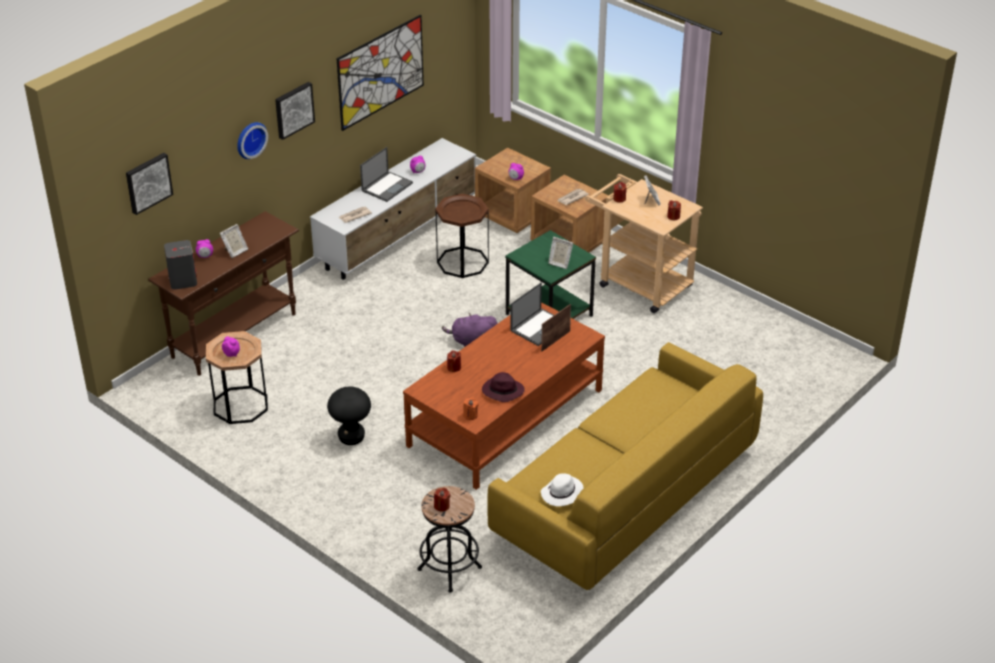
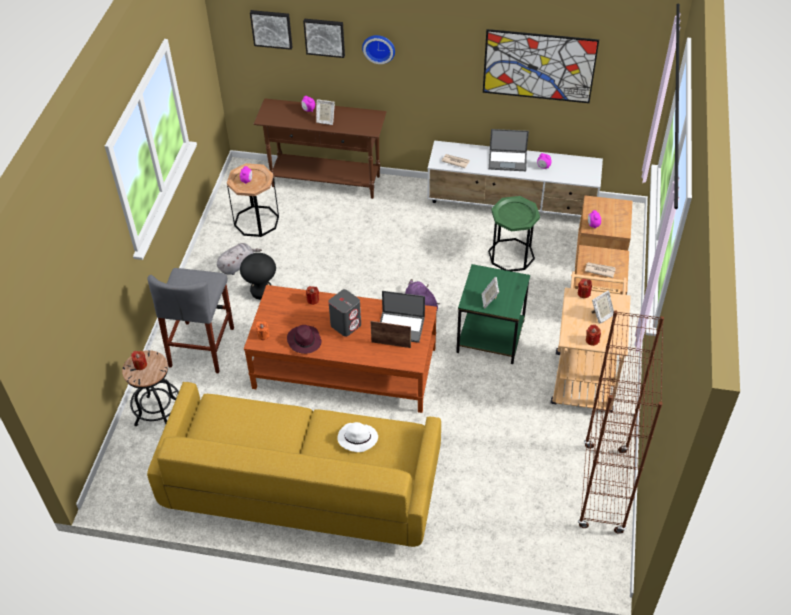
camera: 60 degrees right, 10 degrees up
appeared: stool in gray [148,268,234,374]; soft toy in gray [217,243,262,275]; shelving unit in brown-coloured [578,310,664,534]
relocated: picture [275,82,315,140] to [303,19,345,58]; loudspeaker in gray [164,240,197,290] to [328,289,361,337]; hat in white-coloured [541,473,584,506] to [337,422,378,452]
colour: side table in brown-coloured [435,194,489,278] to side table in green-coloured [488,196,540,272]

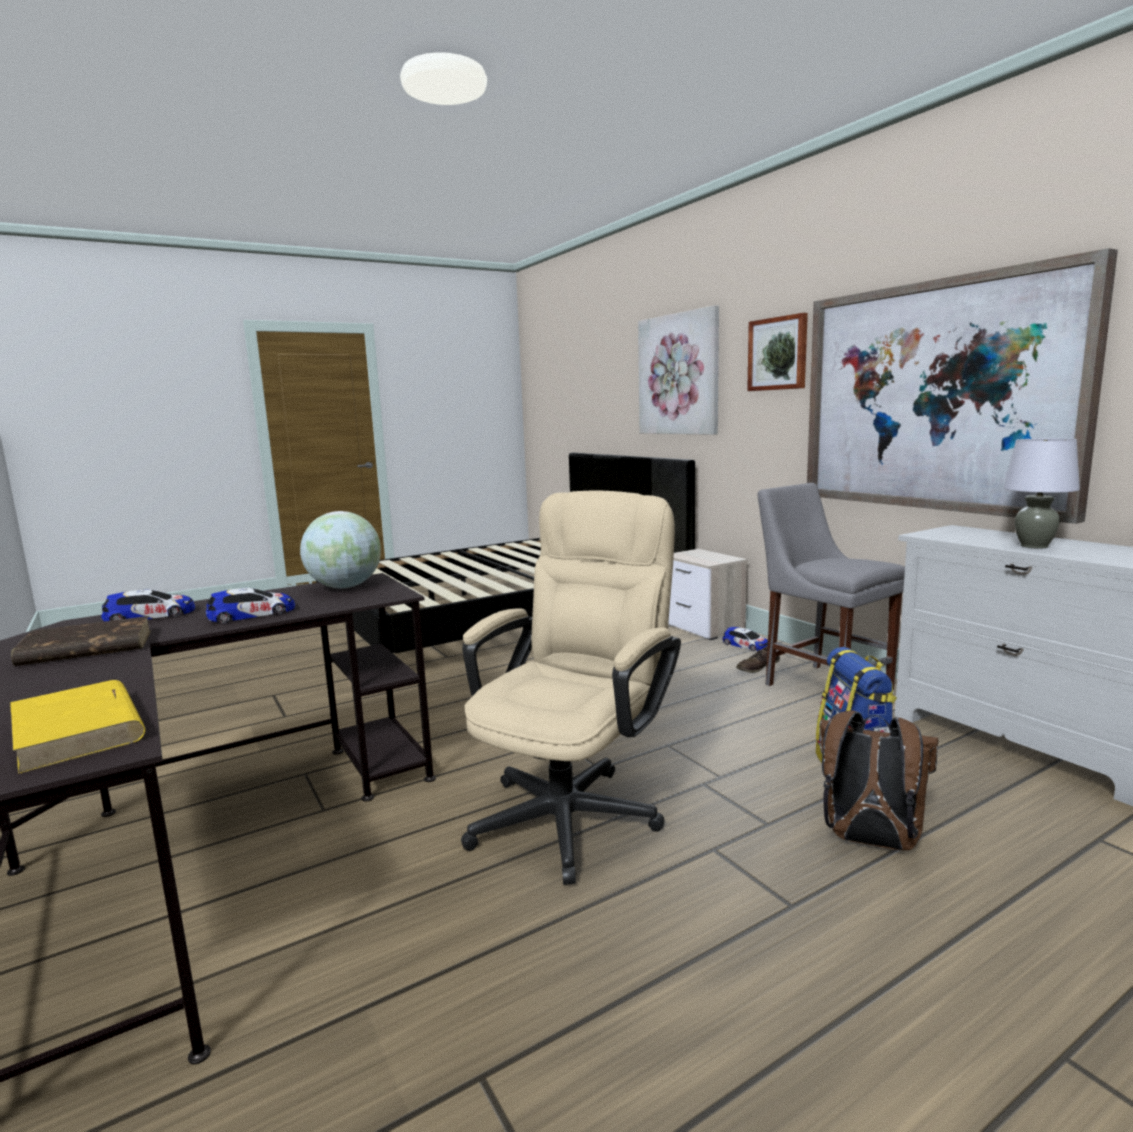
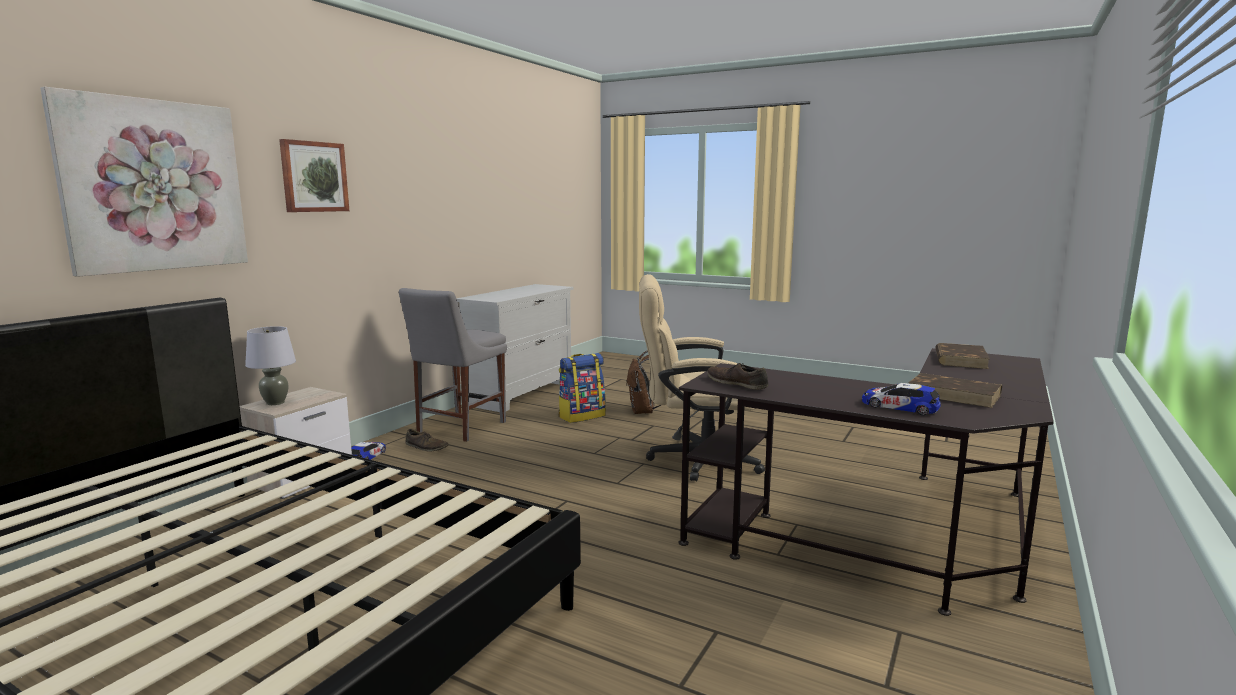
camera: 120 degrees left, 0 degrees up
missing: toy car [206,588,295,624]; picture [807,248,1118,524]
relocated: tabletop lamp in gray [1003,438,1080,549] to [245,326,296,405]
exchanged: desk globe [300,511,381,588] to shoe in brown-coloured [707,362,768,390]
colour: book in yellow-coloured [10,680,145,774] to book in brown-coloured [936,343,990,369]

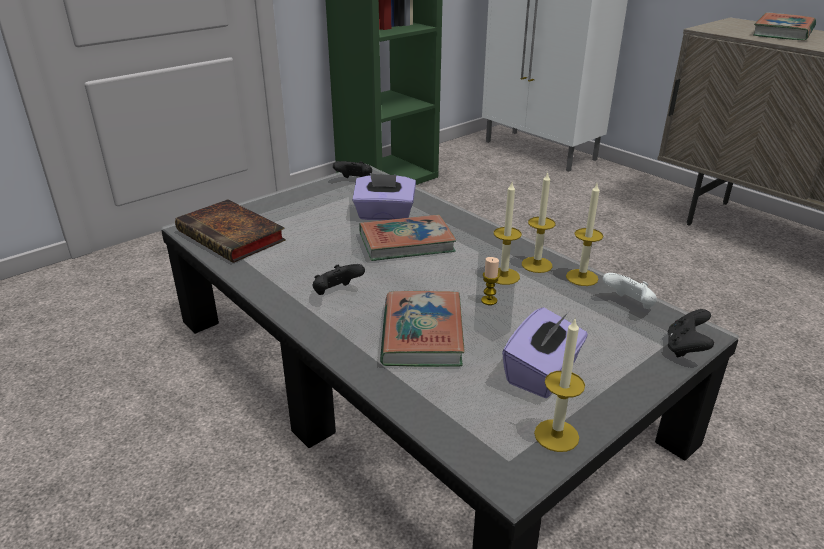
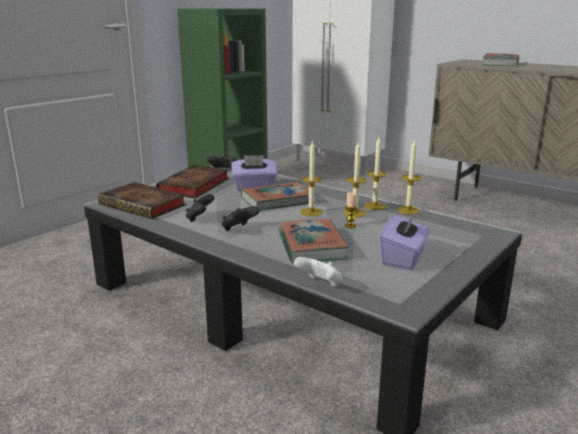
camera: 10 degrees left, 10 degrees down
appeared: book [156,165,229,199]
relocated: joypad in black [667,309,714,358] to [186,194,214,222]; joypad in white-coloured [603,273,657,309] to [294,257,342,287]; candle [534,317,585,452] to [300,140,323,216]

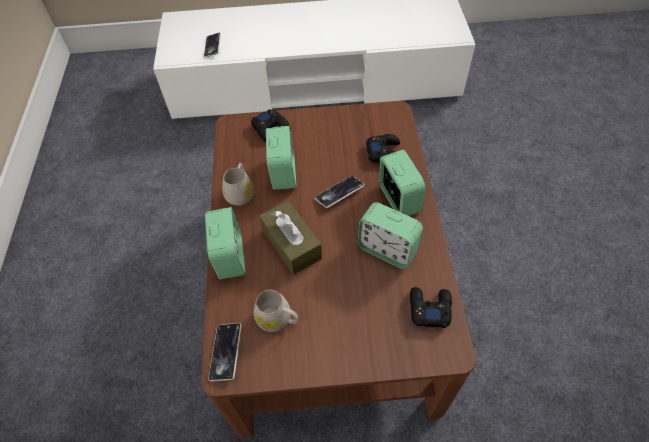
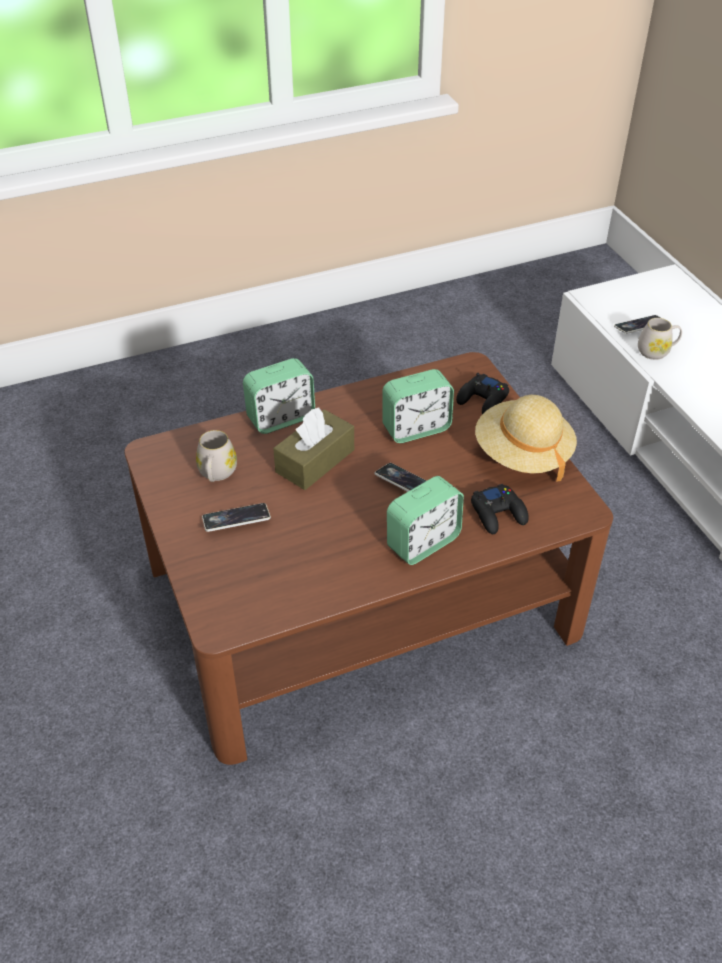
camera: 70 degrees right, 10 degrees down
missing: table clock [357,202,423,269]; joypad in black [410,287,452,328]
appeared: hat in beige-coloured [475,395,577,482]
relocated: telephone [208,323,242,381] to [202,503,271,532]; tea mug in white-coloured [222,163,254,206] to [638,318,682,360]

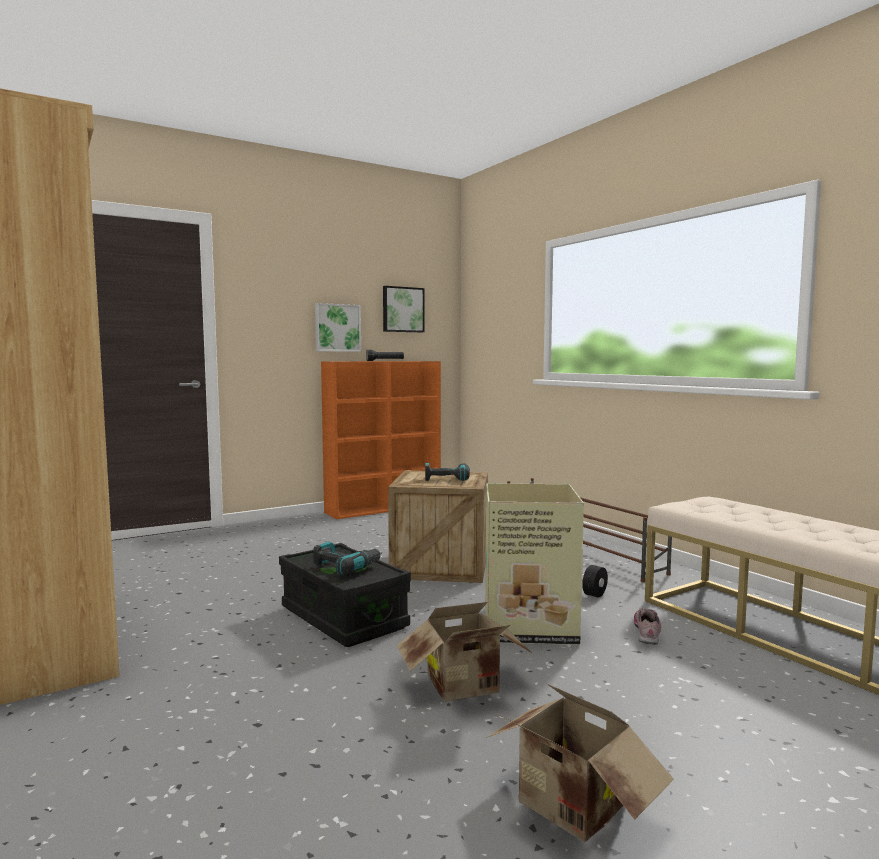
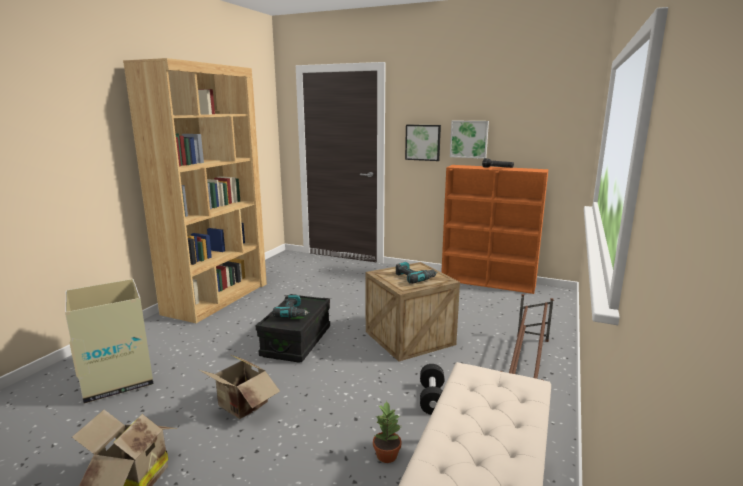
camera: 55 degrees right, 10 degrees up
relocated: cardboard box [485,483,584,645] to [65,279,154,404]; picture [383,286,425,332] to [405,125,441,161]
exchanged: shoe [634,608,661,645] to plant in a pot [373,401,402,463]

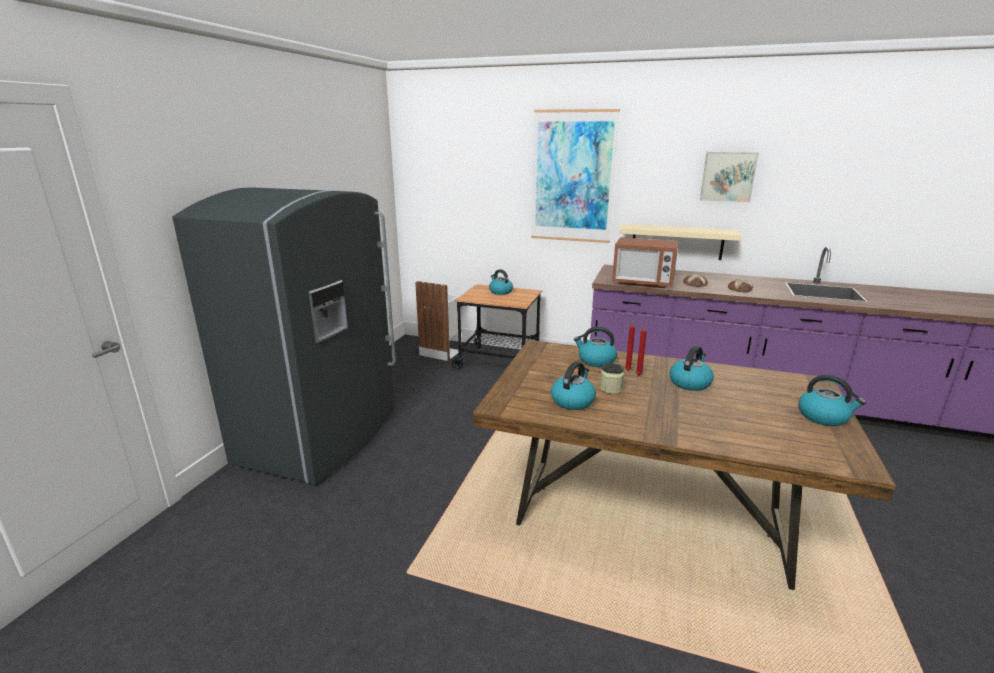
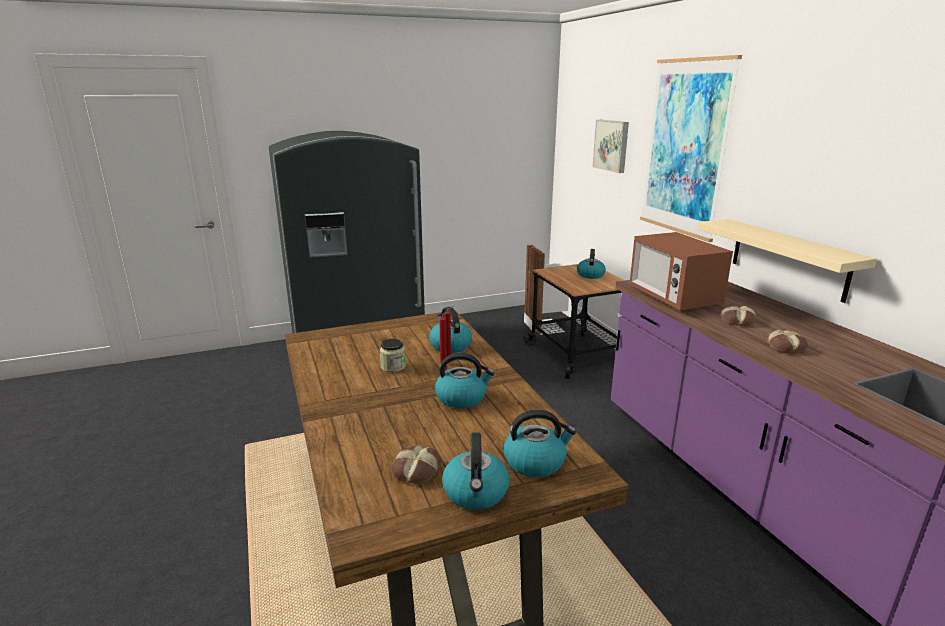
camera: 50 degrees right, 0 degrees up
appeared: bakery bread [391,445,441,484]
relocated: kettle [551,361,596,410] to [504,410,576,477]; picture [700,152,759,202] to [592,120,629,173]

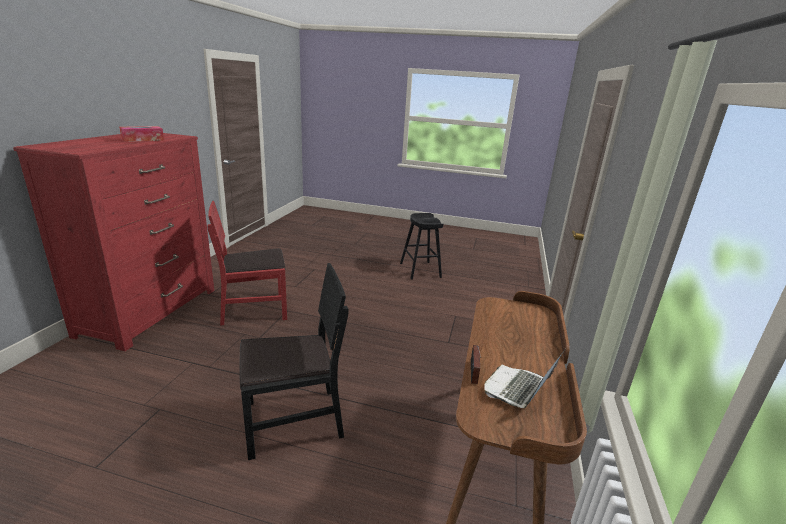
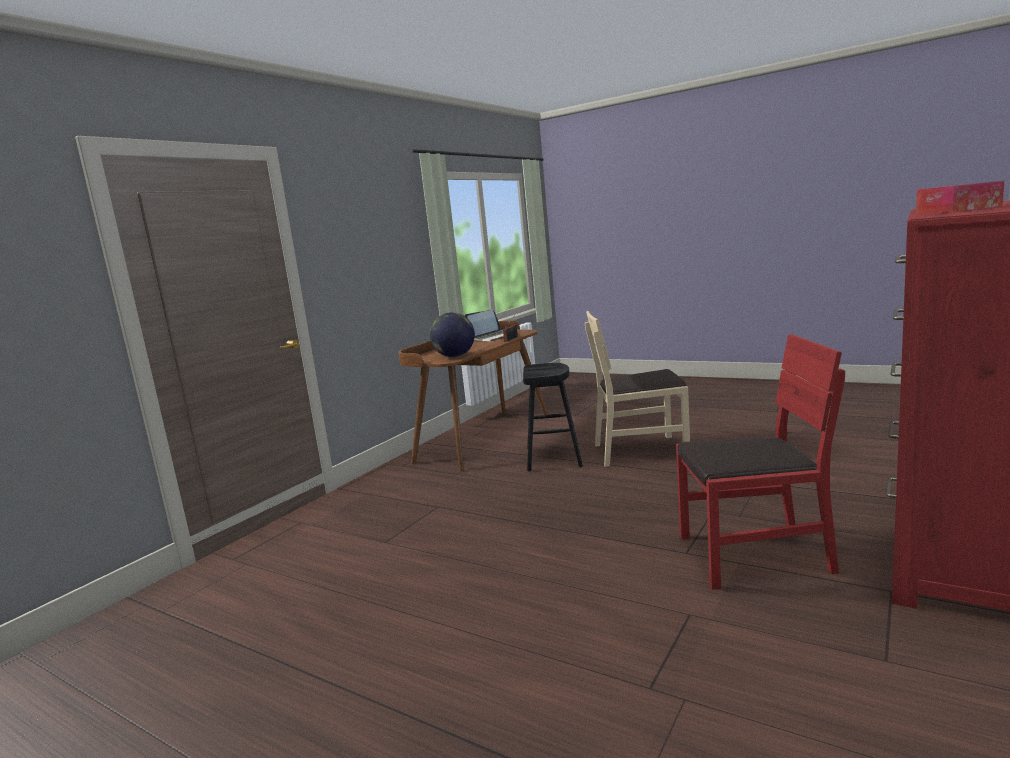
camera: 160 degrees left, 10 degrees down
appeared: desk globe [430,312,475,357]
relocated: stool in black [400,213,443,280] to [523,363,583,471]
colour: upright chair in black [239,263,349,460] to upright chair in beige-coloured [585,311,690,467]

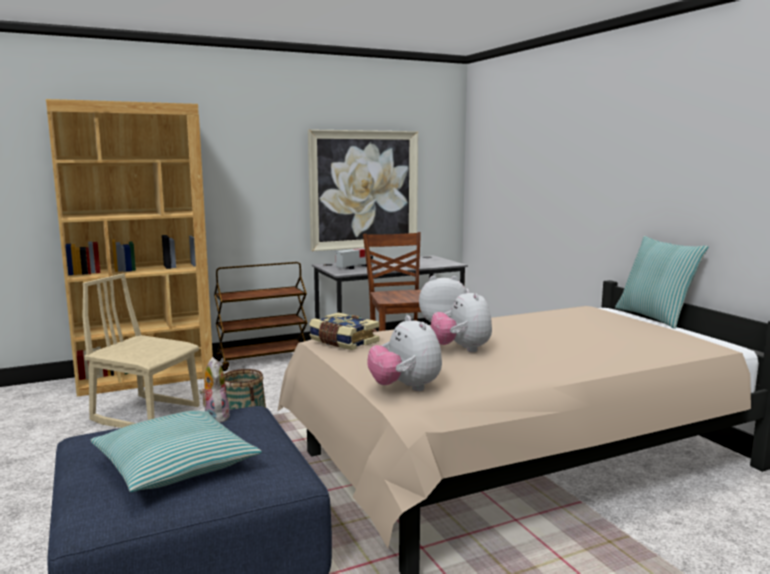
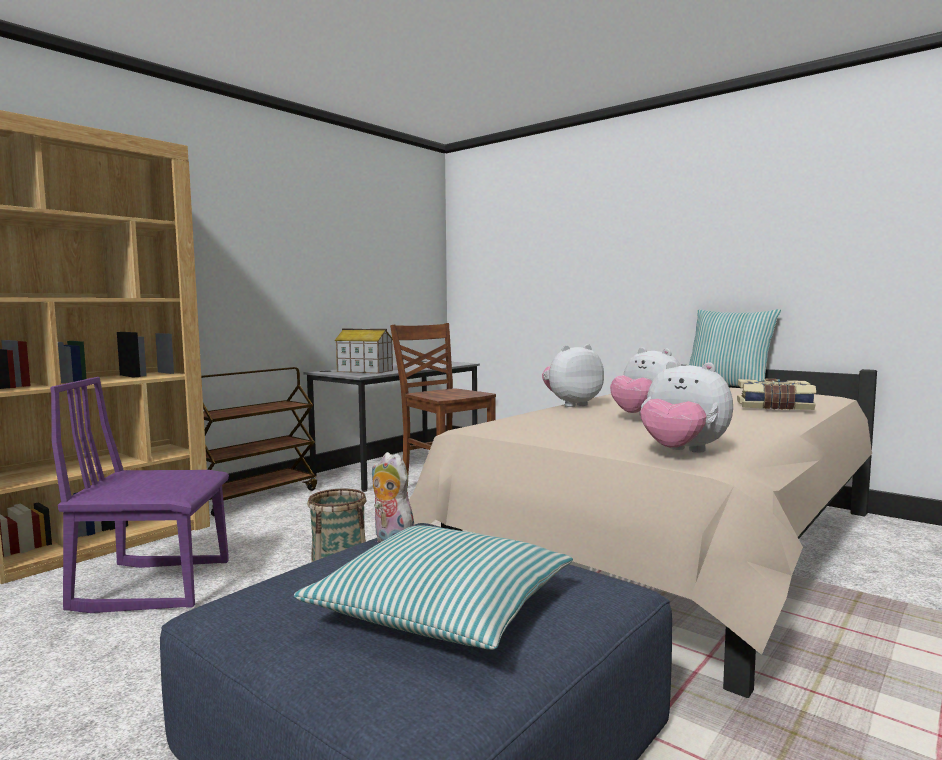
camera: 25 degrees left, 5 degrees down
missing: picture [308,129,418,251]
relocated: book [309,312,379,350] to [737,379,816,410]
exchanged: toy truck [336,248,373,270] to miniature house [335,328,393,373]
colour: upright chair in beige-coloured [82,273,200,428] to upright chair in purple-coloured [50,377,229,613]

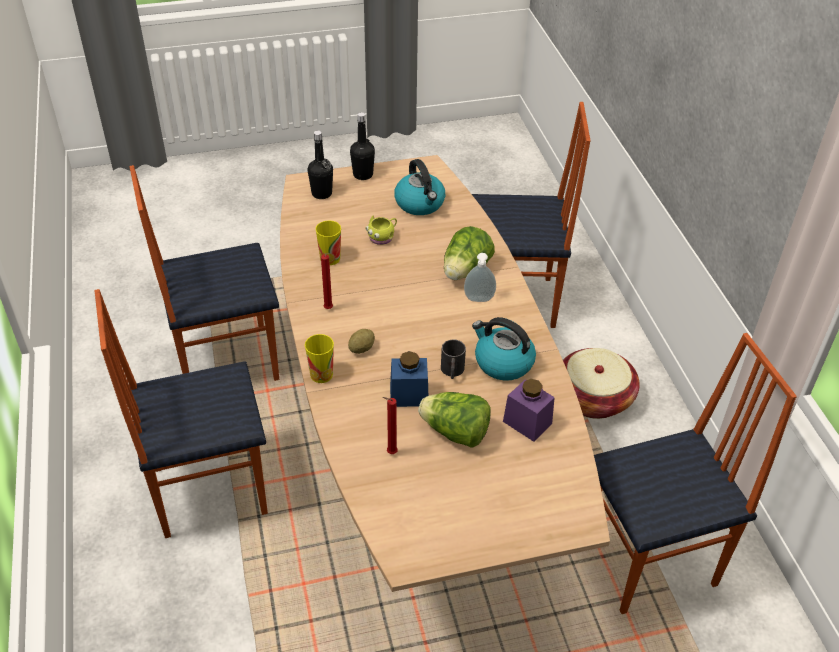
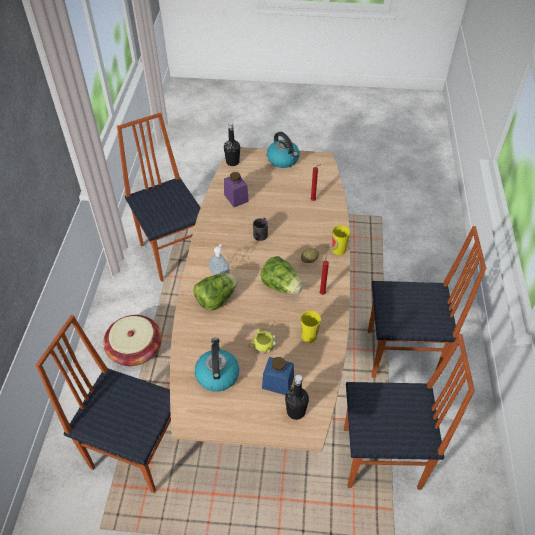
camera: 160 degrees left, 5 degrees up
relocated: beverage bottle in black [350,112,375,180] to [224,122,240,166]; head of lettuce [418,392,491,448] to [261,256,303,294]; jar in bluish [390,351,428,407] to [262,357,294,395]; kettle [472,317,536,381] to [267,132,300,168]
spun: upright chair [594,333,797,614] = [117,113,201,282] 60 degrees clockwise

